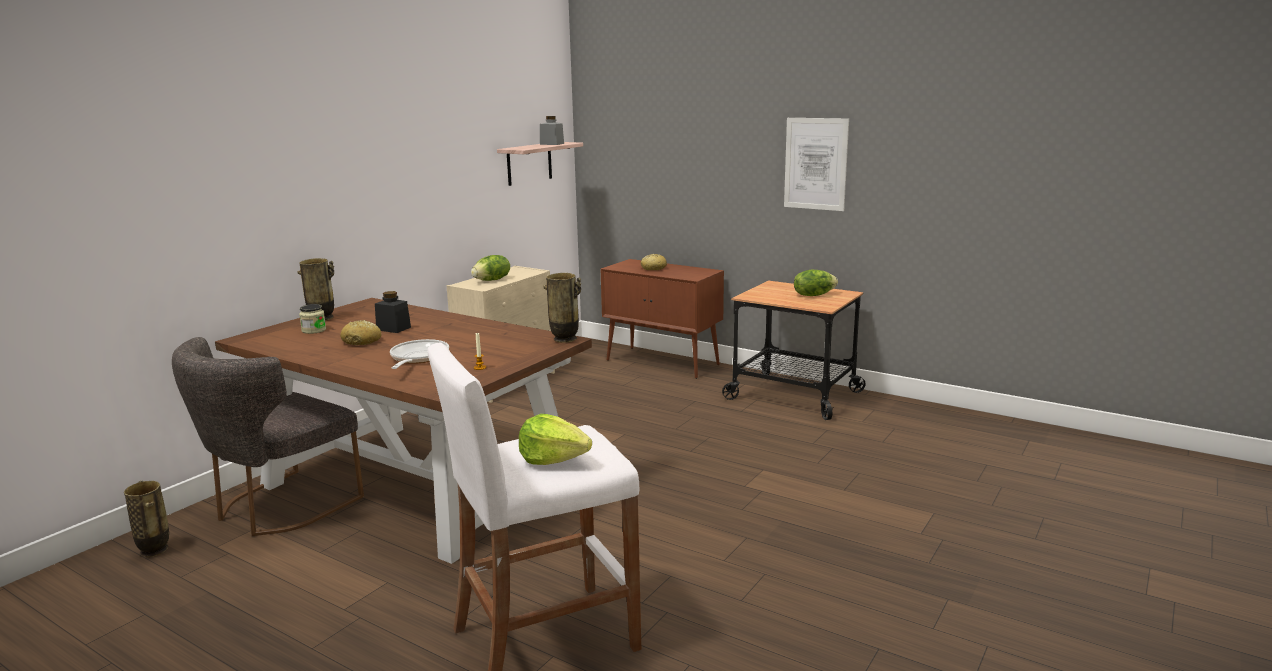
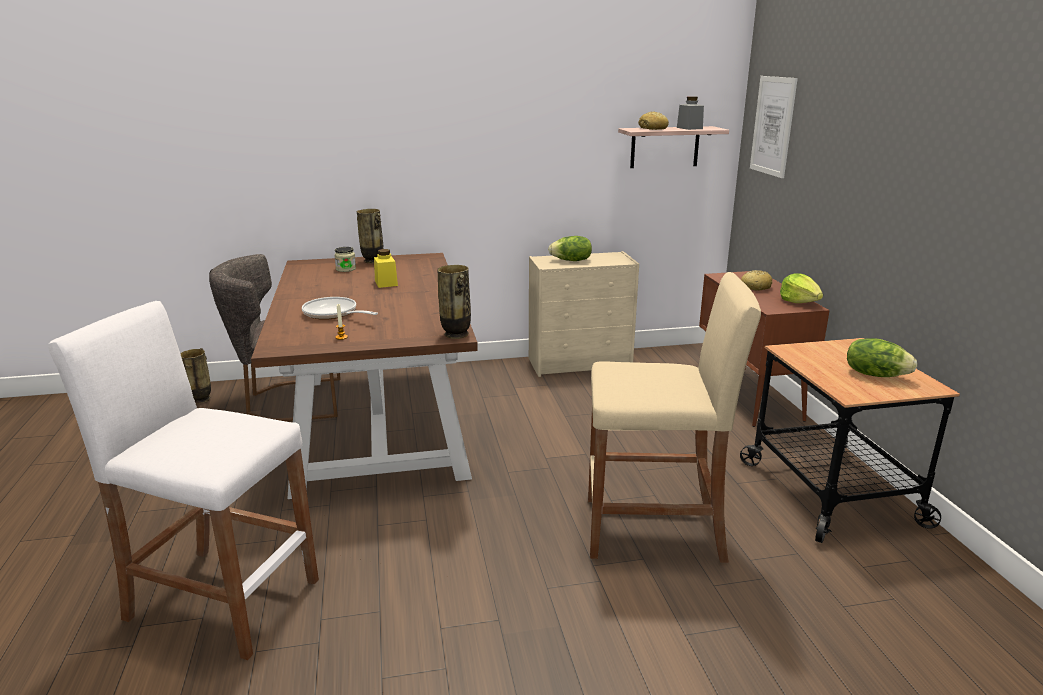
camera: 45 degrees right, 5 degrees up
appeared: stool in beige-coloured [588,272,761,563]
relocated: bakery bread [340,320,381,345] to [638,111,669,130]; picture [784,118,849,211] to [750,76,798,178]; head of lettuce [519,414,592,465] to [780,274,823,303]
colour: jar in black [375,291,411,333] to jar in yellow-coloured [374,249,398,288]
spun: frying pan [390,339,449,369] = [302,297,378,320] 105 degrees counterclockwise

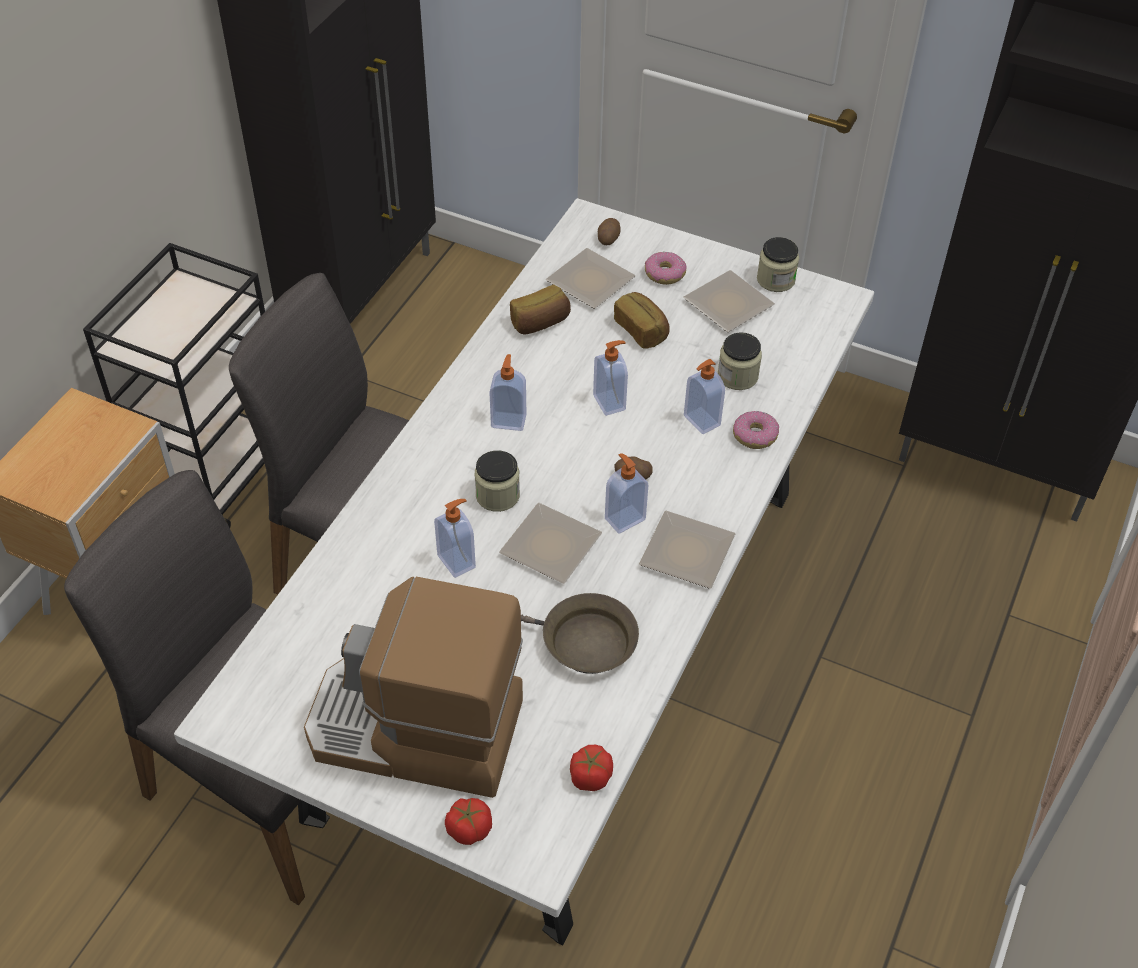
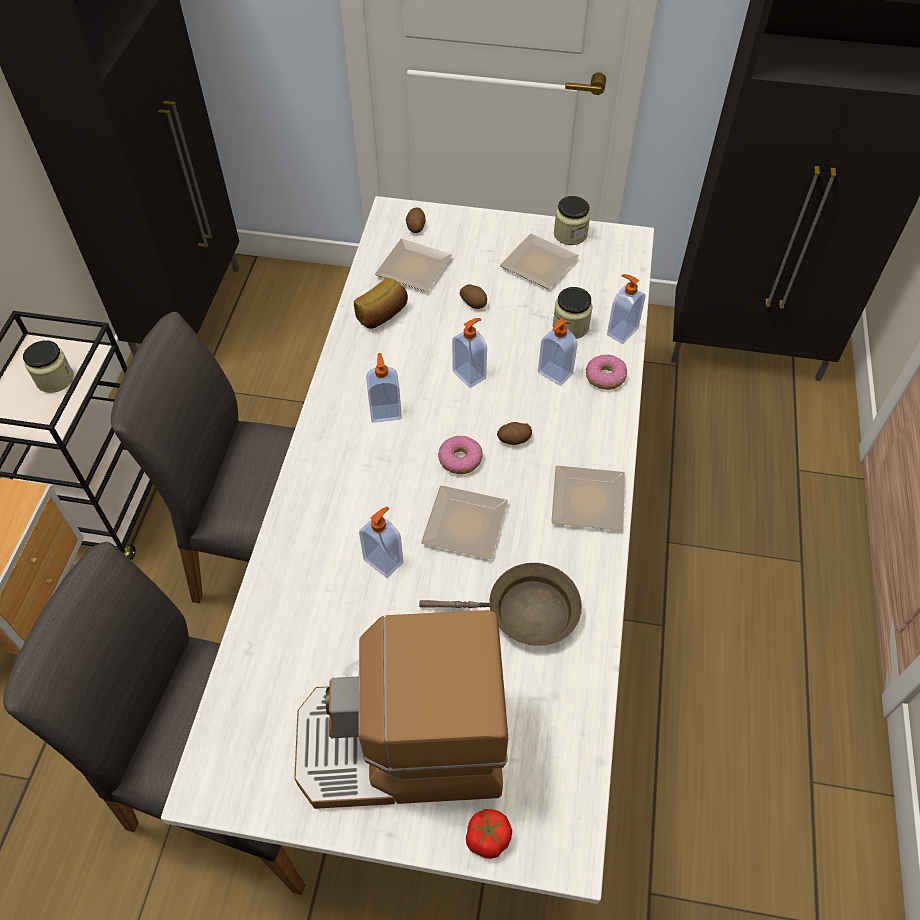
camera: 15 degrees left, 5 degrees up
missing: whole tomato [570,744,613,791]
relocated: jar [475,451,520,512] to [23,340,74,393]; doughnut [645,252,687,285] to [438,436,483,474]; liquid soap bottle [605,453,648,534] to [607,274,645,344]
exchanged: bakery bread [614,292,670,349] to potato [460,284,487,309]

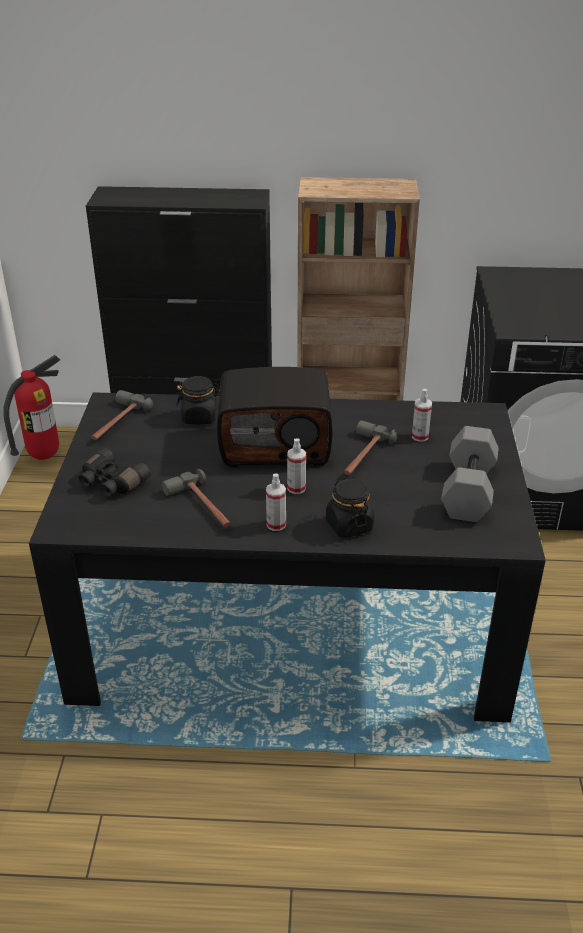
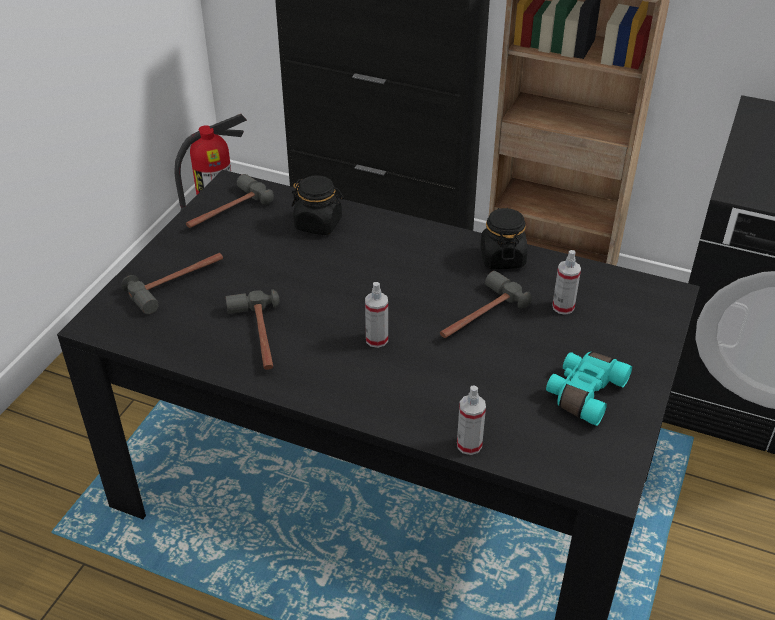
camera: 20 degrees right, 5 degrees up
missing: radio receiver [217,367,332,467]
relocated: sprayer [266,473,286,531] to [457,386,486,455]; jar in black [326,478,375,538] to [480,208,527,269]
exchanged: pair of binoculars in black [79,448,150,497] to tool hammer [122,253,223,314]; free weight in gray [441,426,499,522] to pair of binoculars in blue-green [546,352,632,426]

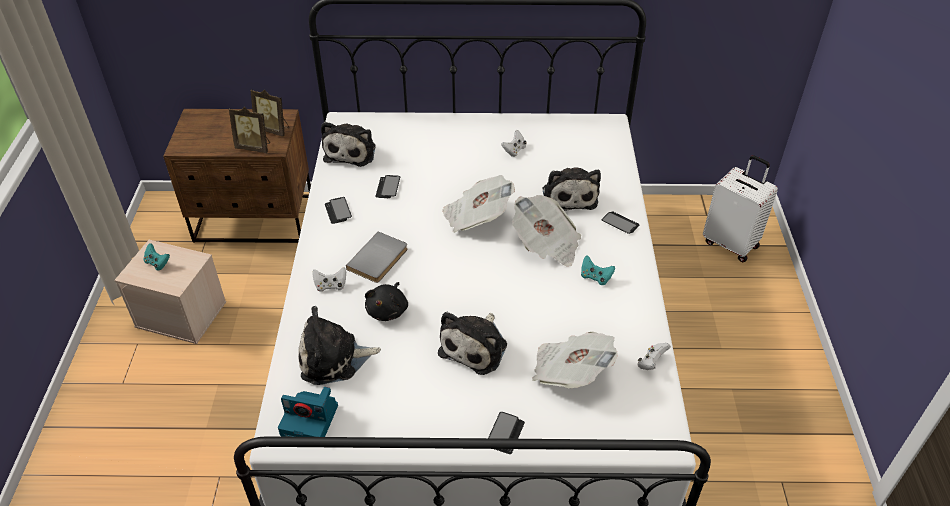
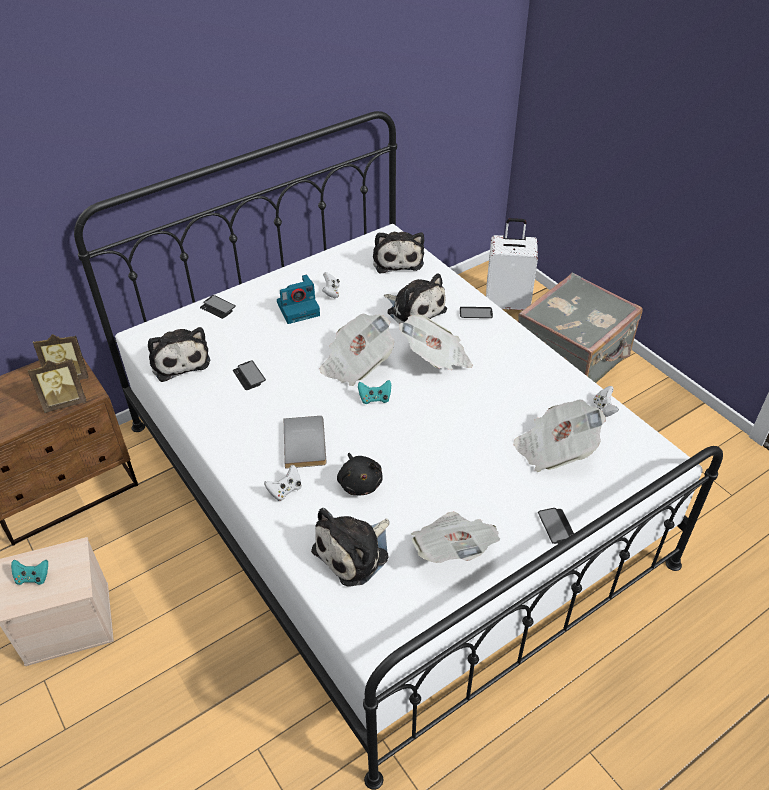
camera: 35 degrees left, 0 degrees up
appeared: daily paper [411,512,500,563]; piece of luggage in gray [518,273,643,383]
relocated: telephone [325,197,352,224] to [200,295,236,319]; photo camera [278,387,338,437] to [277,275,320,324]; joypad in blue-green [581,255,615,285] to [358,380,391,404]; soft toy [438,312,507,375] to [373,232,424,273]

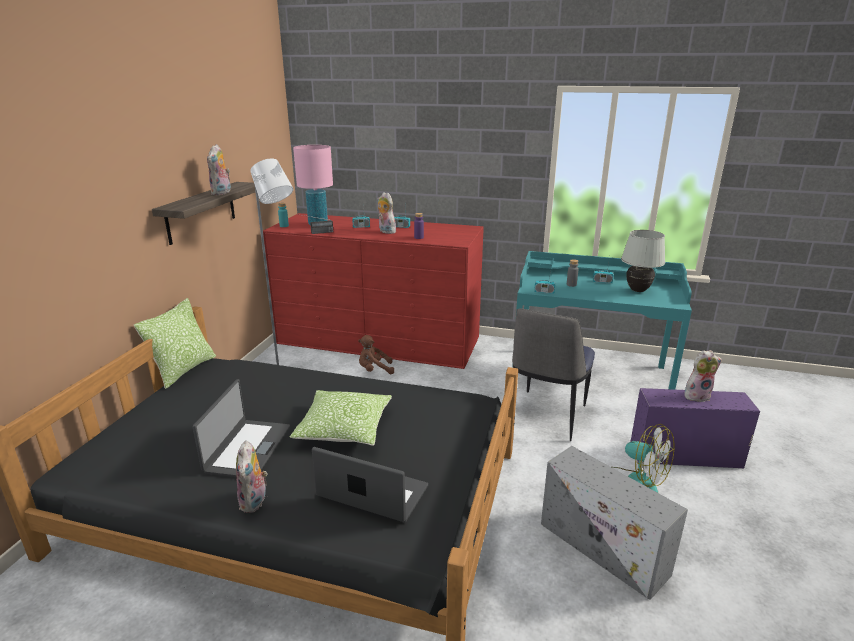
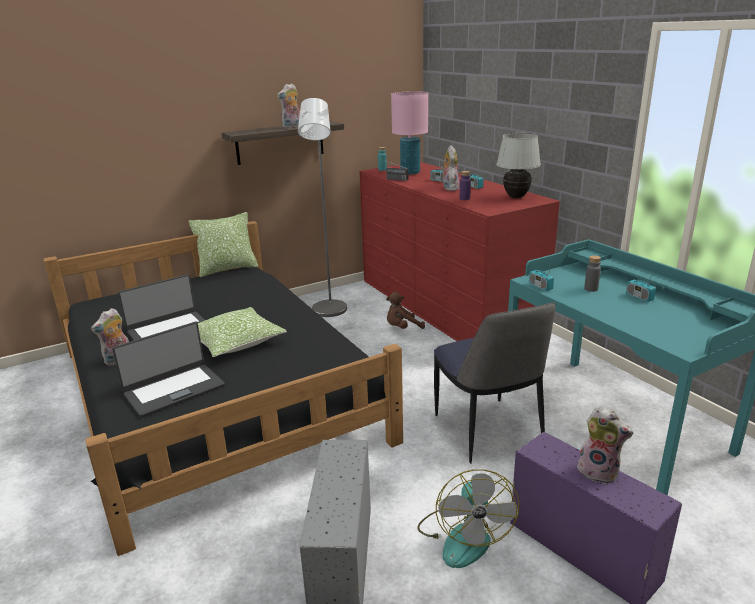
camera: 45 degrees right, 0 degrees up
relocated: tabletop lamp in white-coloured [621,230,665,292] to [496,133,541,198]
spun: portable computer [312,447,428,522] = [112,322,225,417] 75 degrees clockwise; soft toy in brown-coloured [358,335,394,374] = [386,292,425,329] 60 degrees counterclockwise; upright chair [512,308,595,441] = [434,303,556,464] 90 degrees counterclockwise

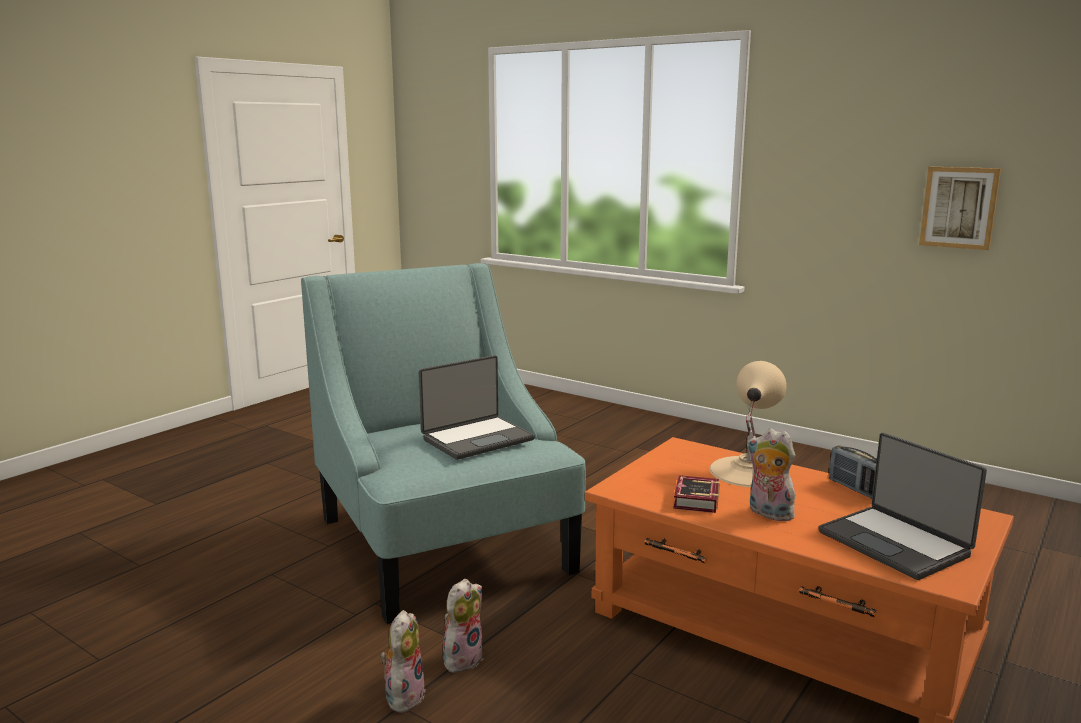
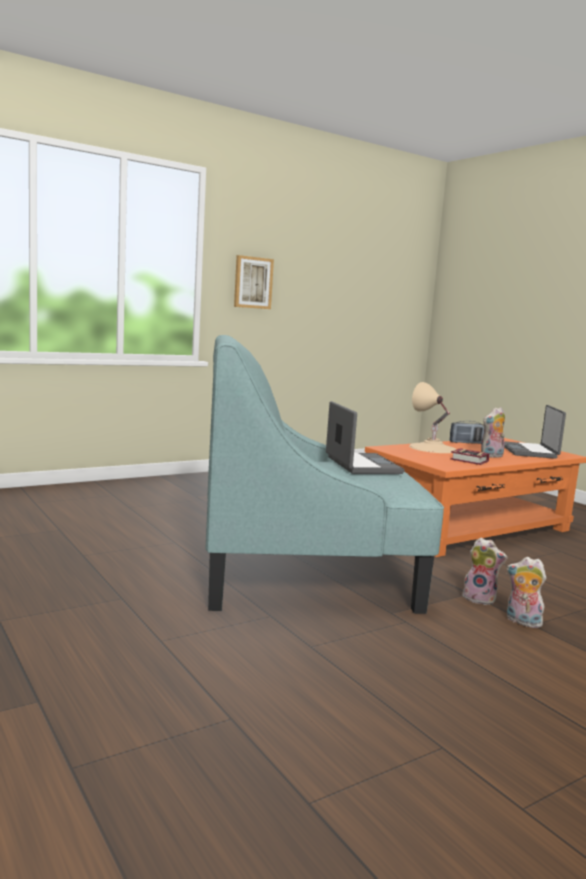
camera: 70 degrees left, 5 degrees down
relocated: picture [919,167,1001,250] to [234,255,274,309]
spun: soft toy [443,579,483,673] = [462,537,507,605] 150 degrees clockwise; portable computer [819,432,987,580] = [504,405,566,459] 105 degrees clockwise

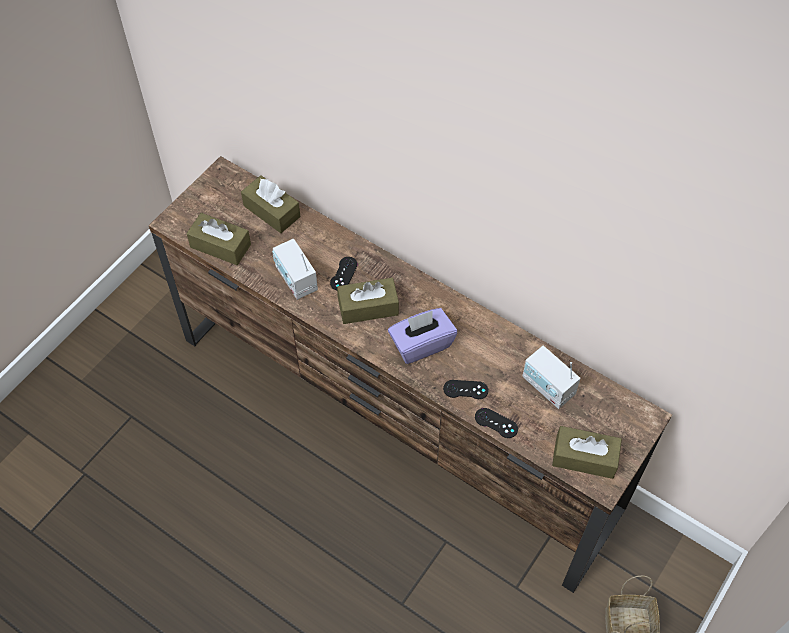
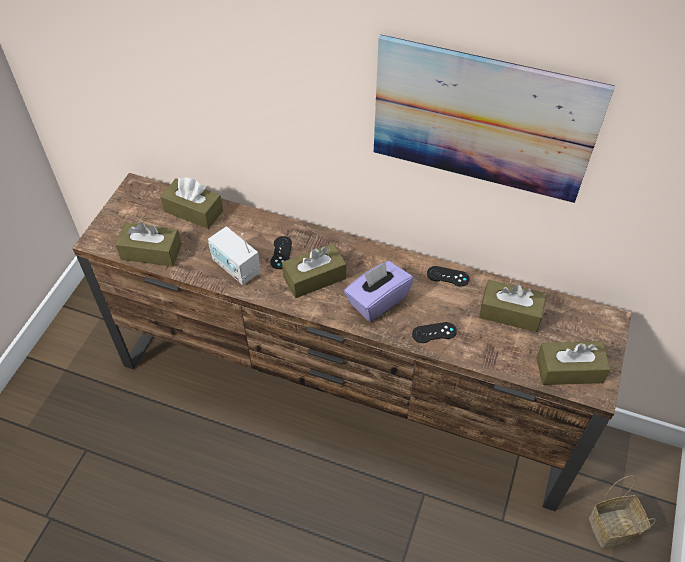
camera: 15 degrees left, 5 degrees down
appeared: picture [374,35,615,203]
relocated: joypad in black [475,408,518,438] to [427,266,470,287]
exchanged: radio receiver [522,346,581,409] to box of tissues in brown-coloured [479,280,547,332]

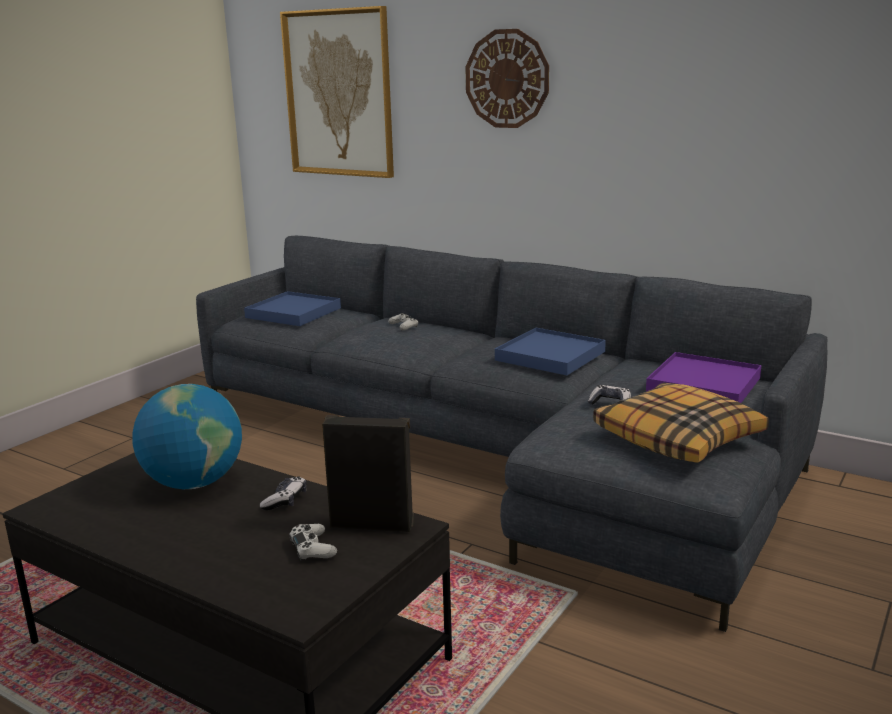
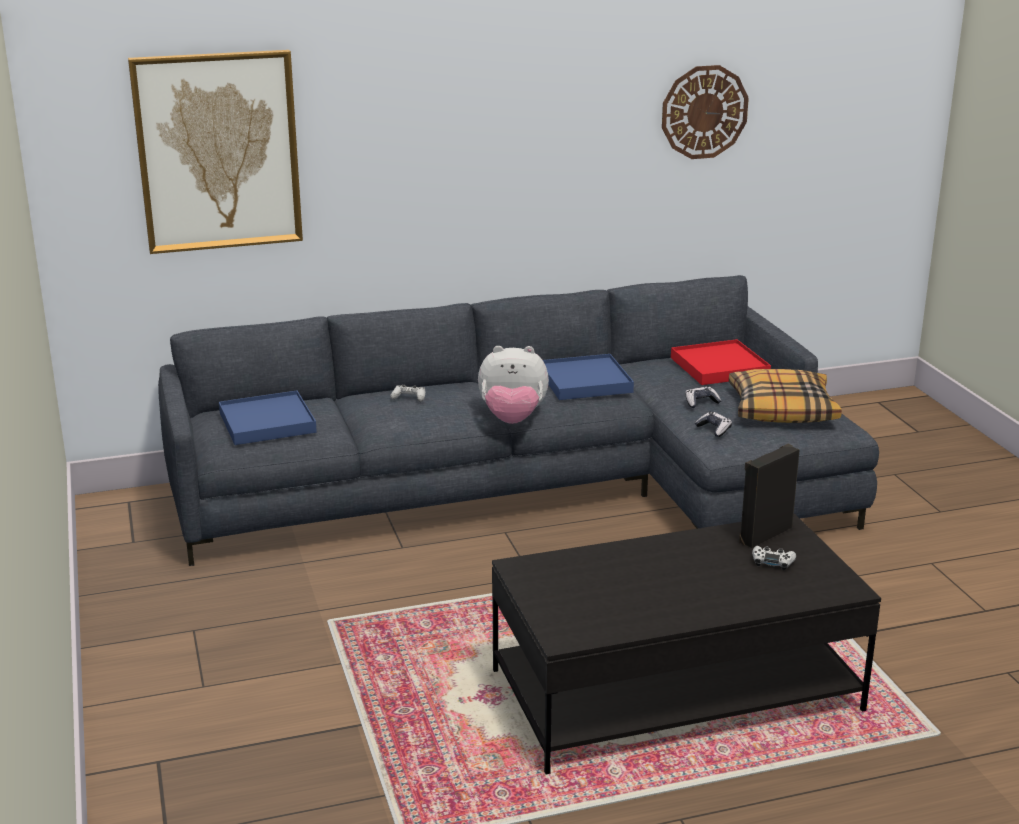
camera: 50 degrees left, 5 degrees up
missing: desk globe [132,384,242,489]
appeared: soft toy [478,346,549,424]
relocated: clock on the wall [466,29,549,128] to [662,65,749,159]; joypad [260,476,307,510] to [695,412,732,437]
colour: carrying tray in purple-coloured [646,352,762,403] to carrying tray in red-coloured [671,339,771,385]

